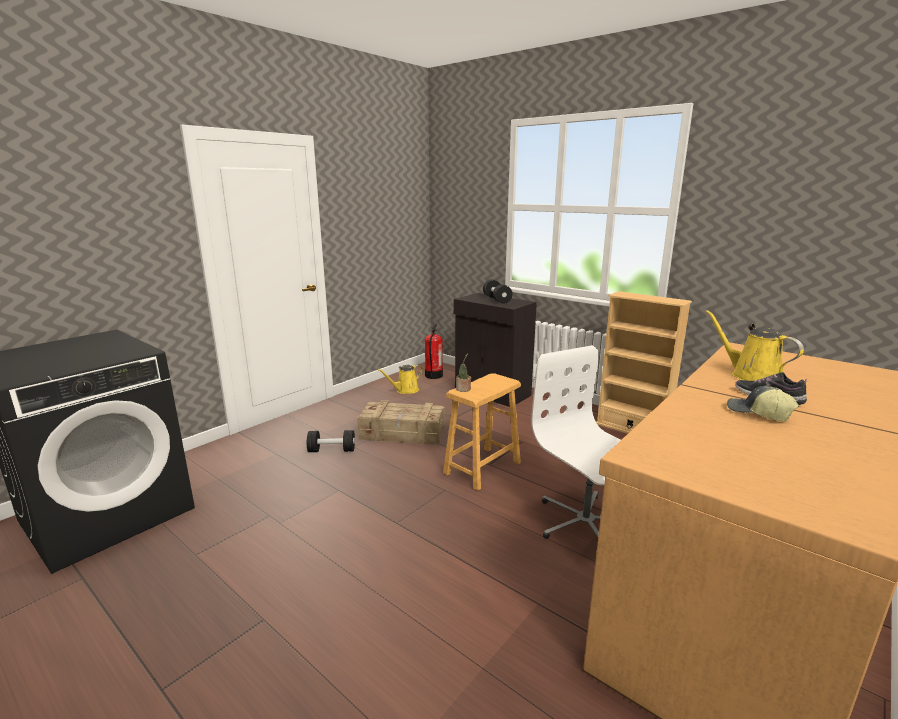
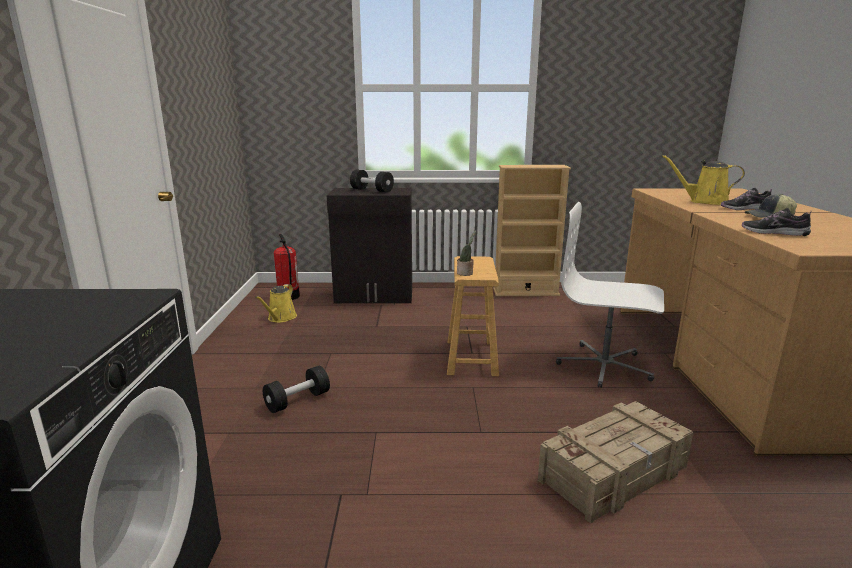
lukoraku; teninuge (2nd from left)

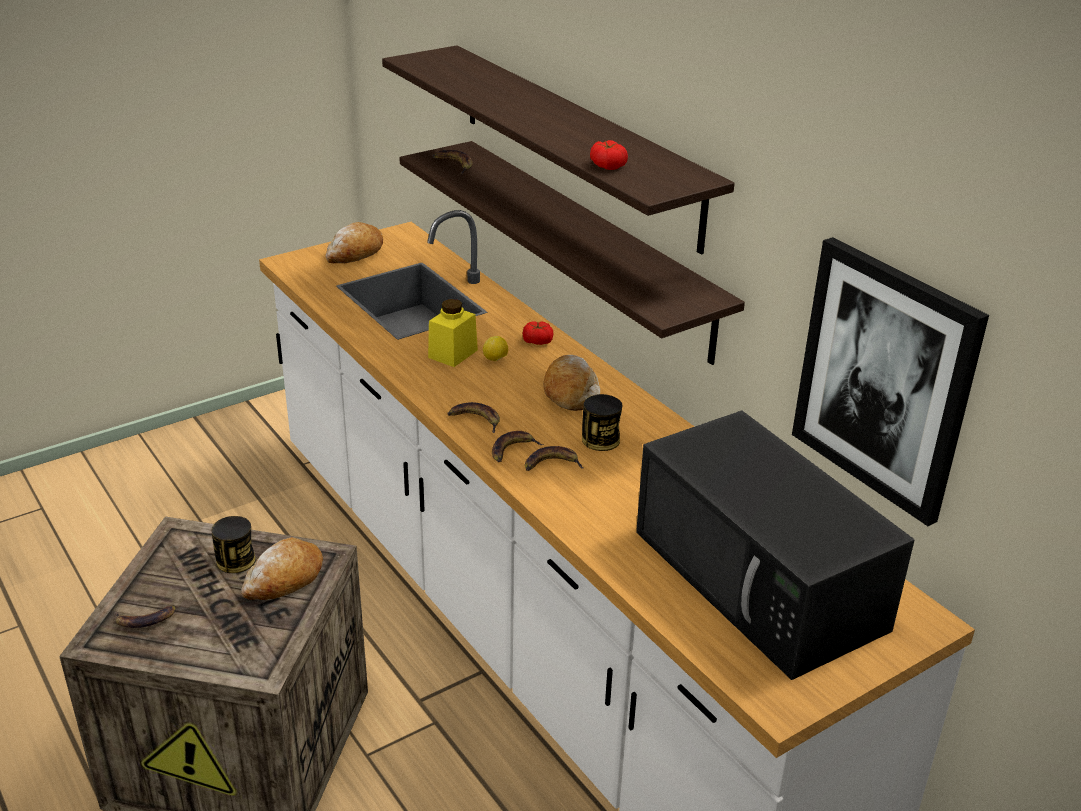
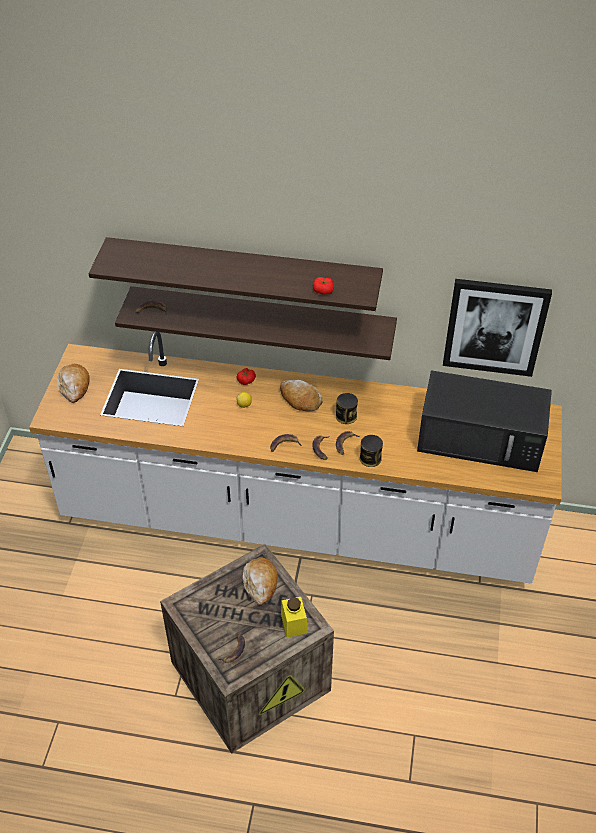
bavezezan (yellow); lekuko (2nd from left)

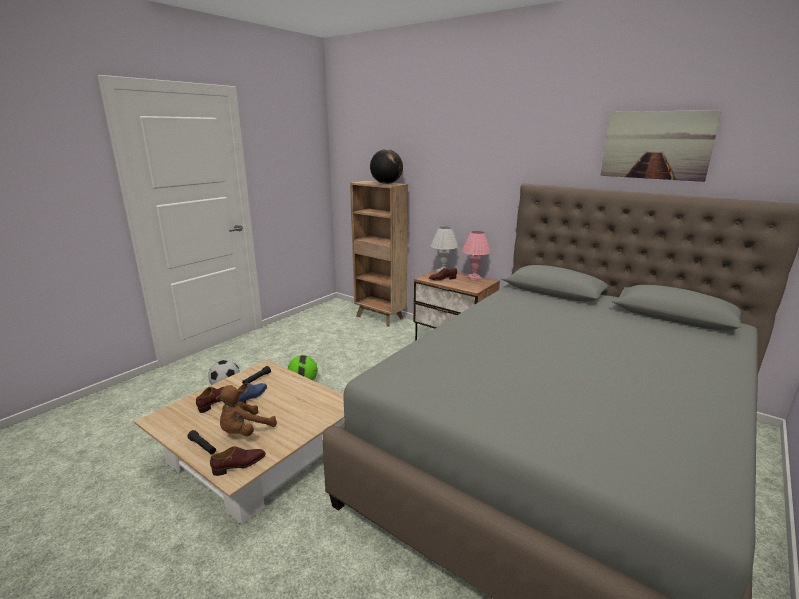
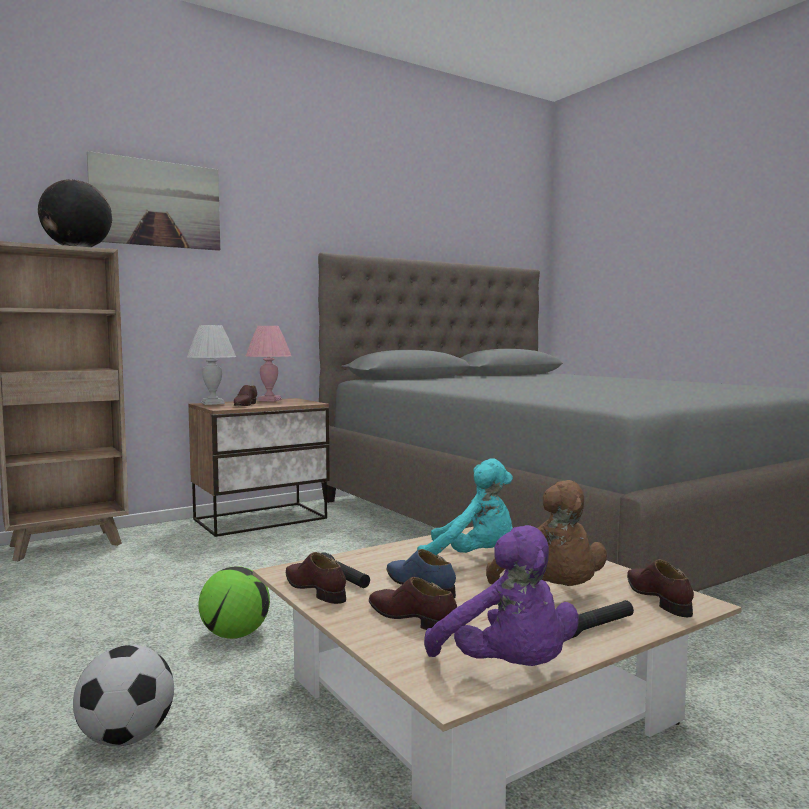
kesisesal; teninuge (brown) (2nd from left); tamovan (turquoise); tamovan (purple)

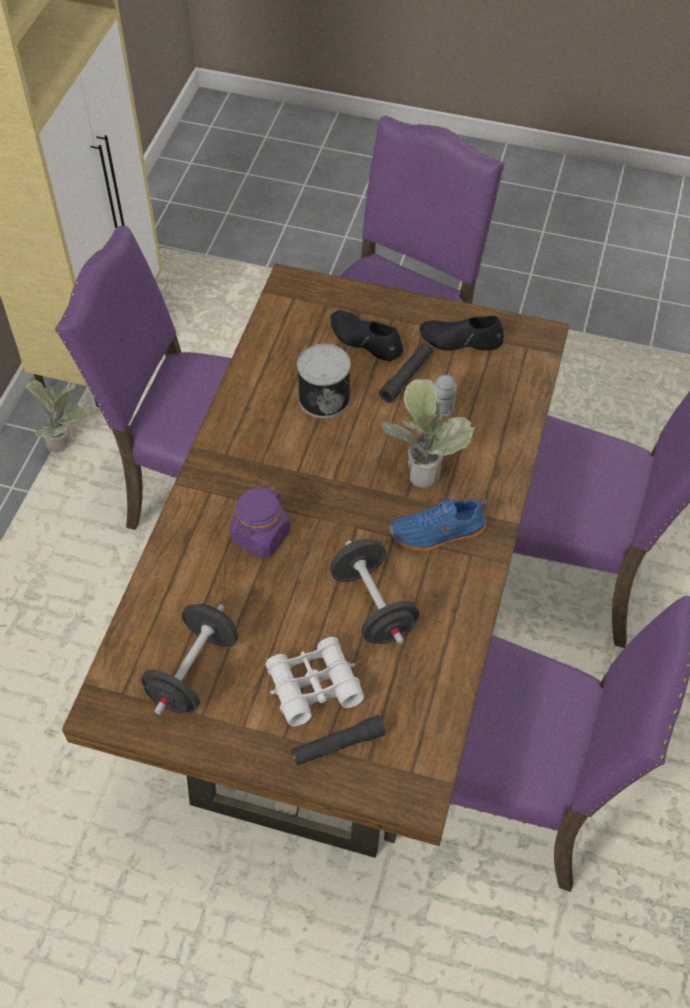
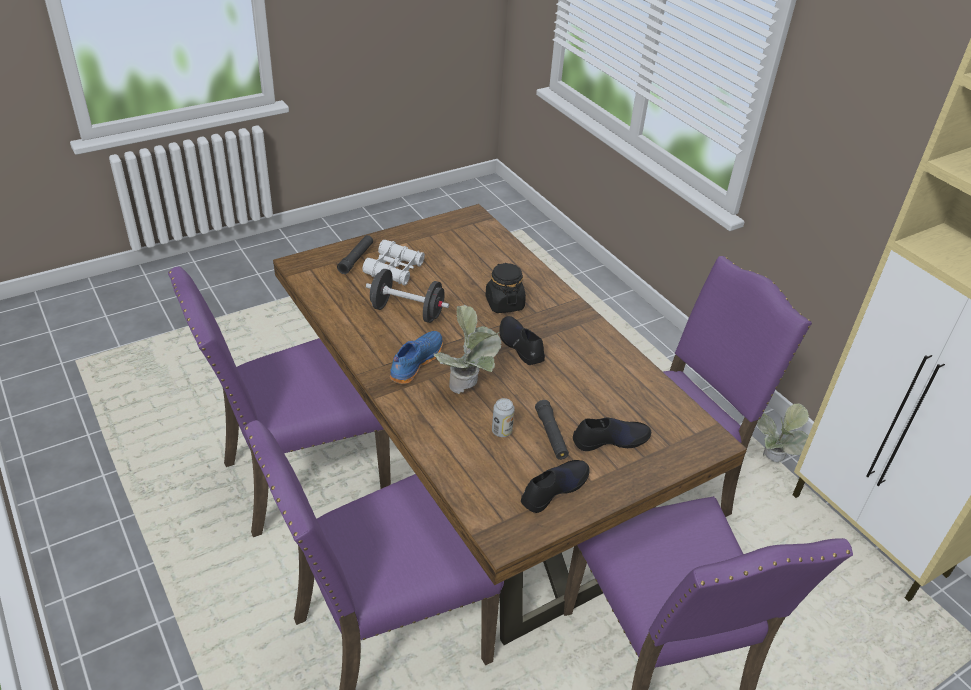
bavezezan (black); teninuge (black) (1st from left); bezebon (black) (1st from left in the first image); lekuko (1st from left in the first image)

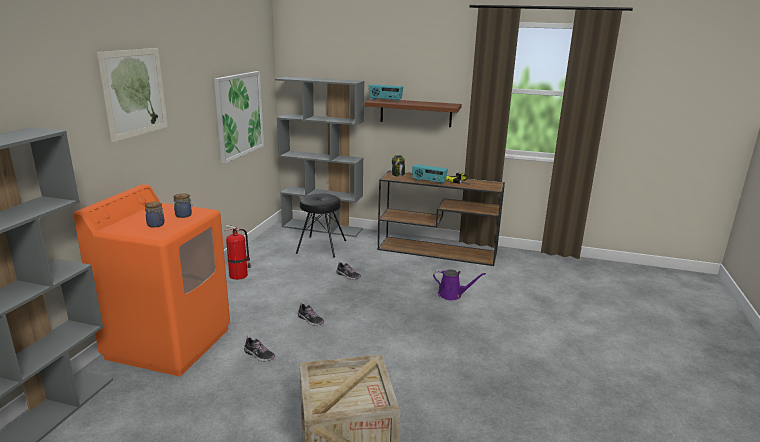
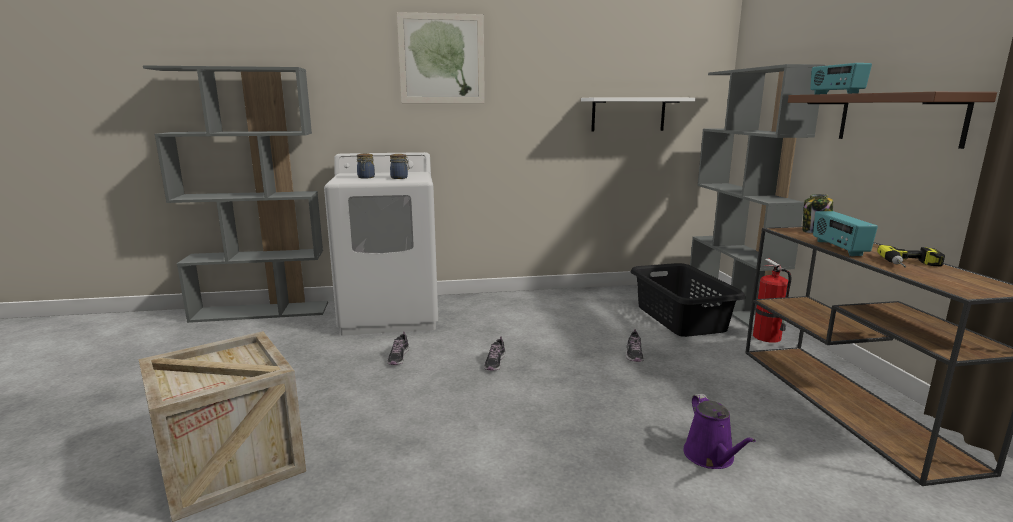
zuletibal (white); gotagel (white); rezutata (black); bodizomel

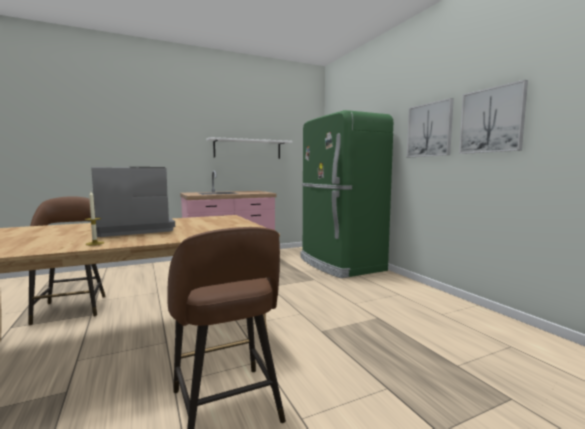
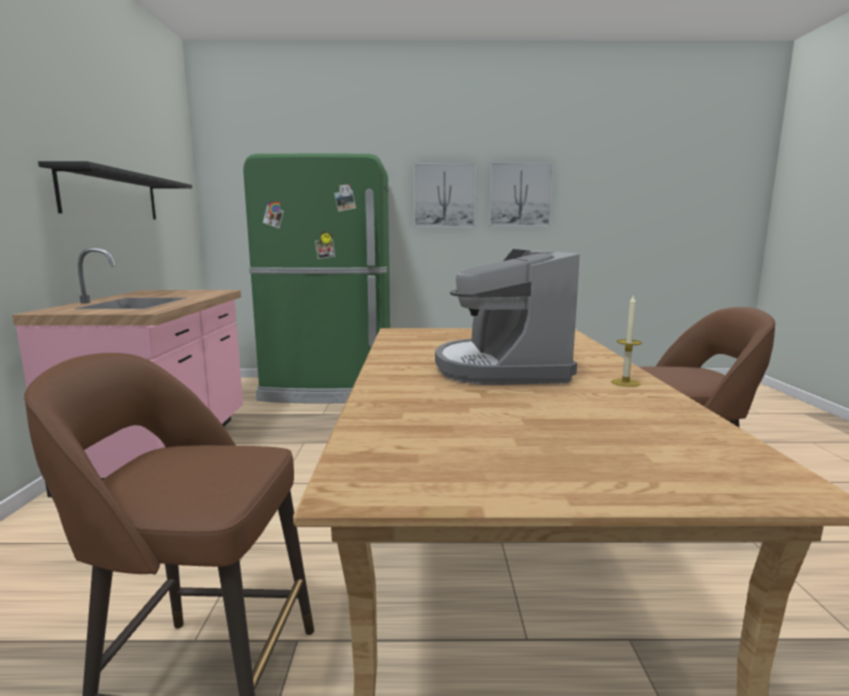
gotagel (black)

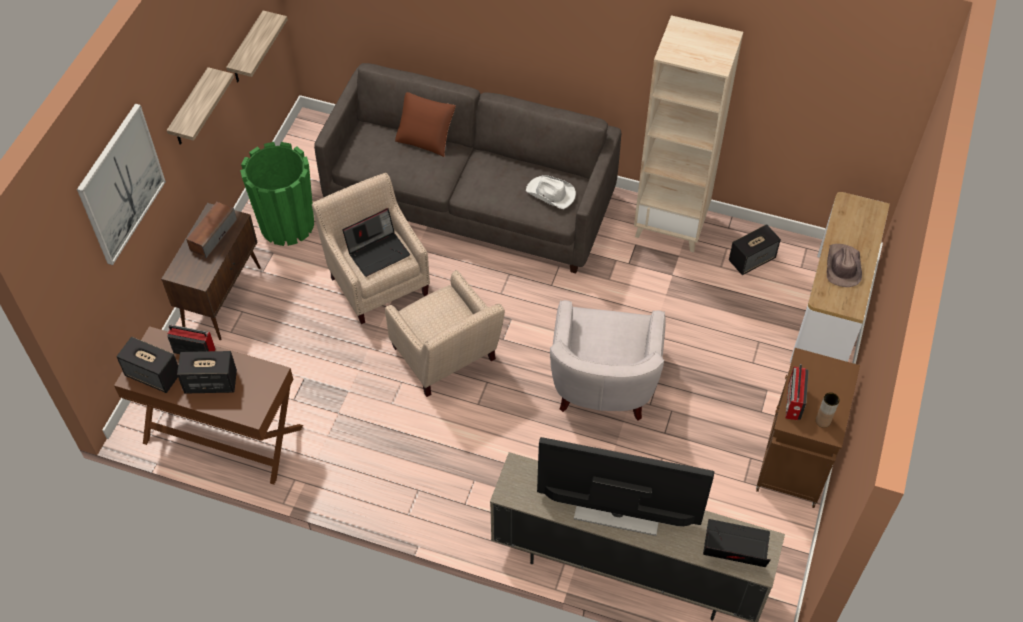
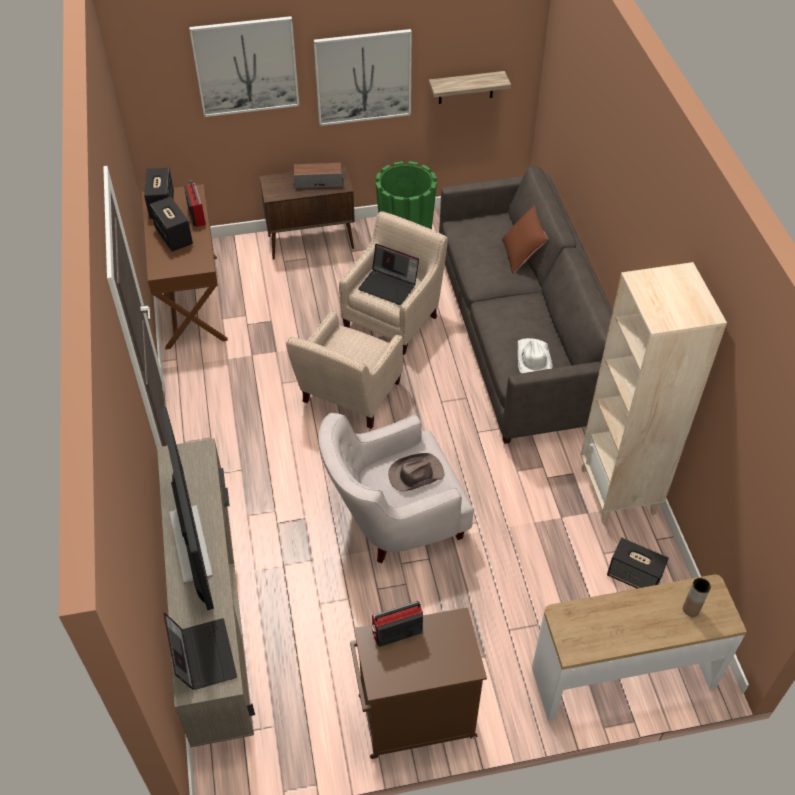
kesisesal (2nd from left); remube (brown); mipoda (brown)

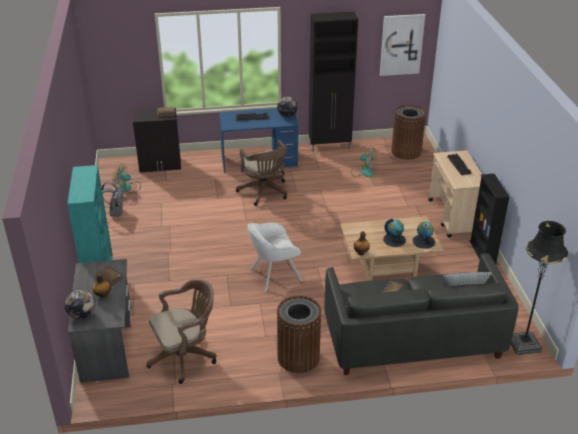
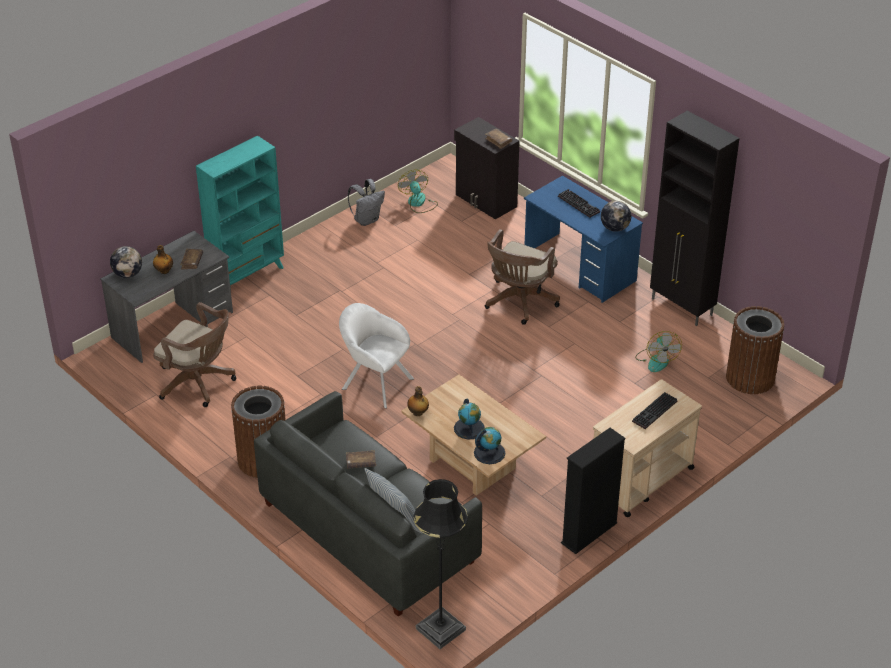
kesisesal

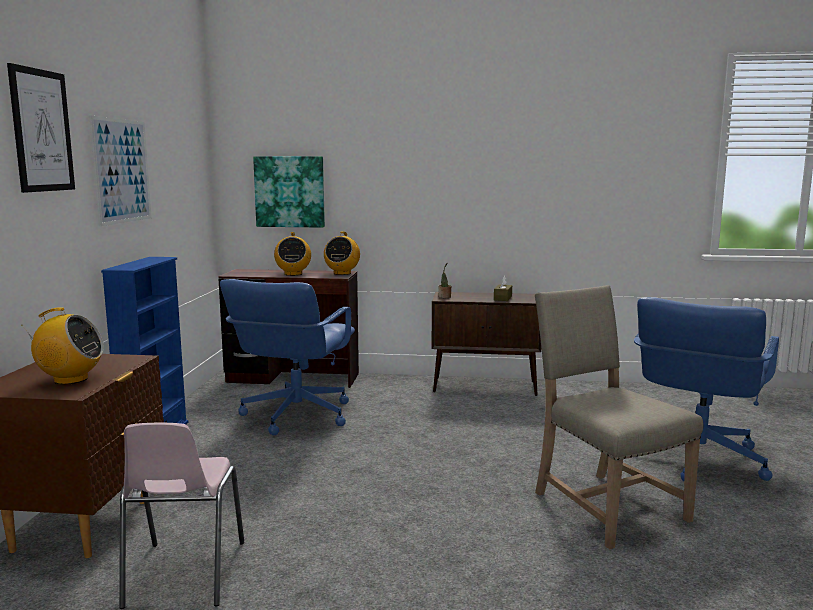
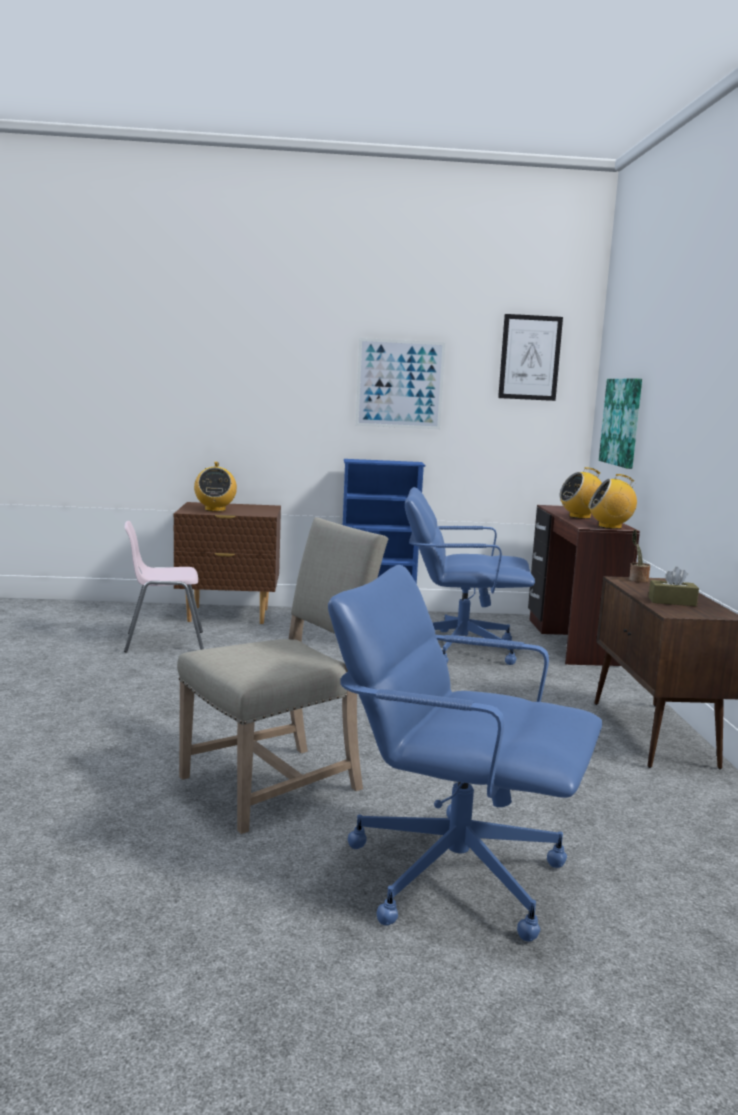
kesisesal (2nd from left)

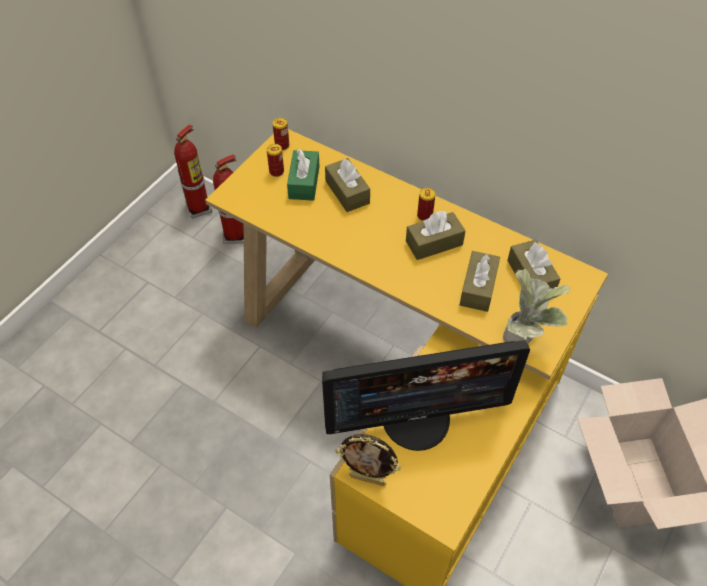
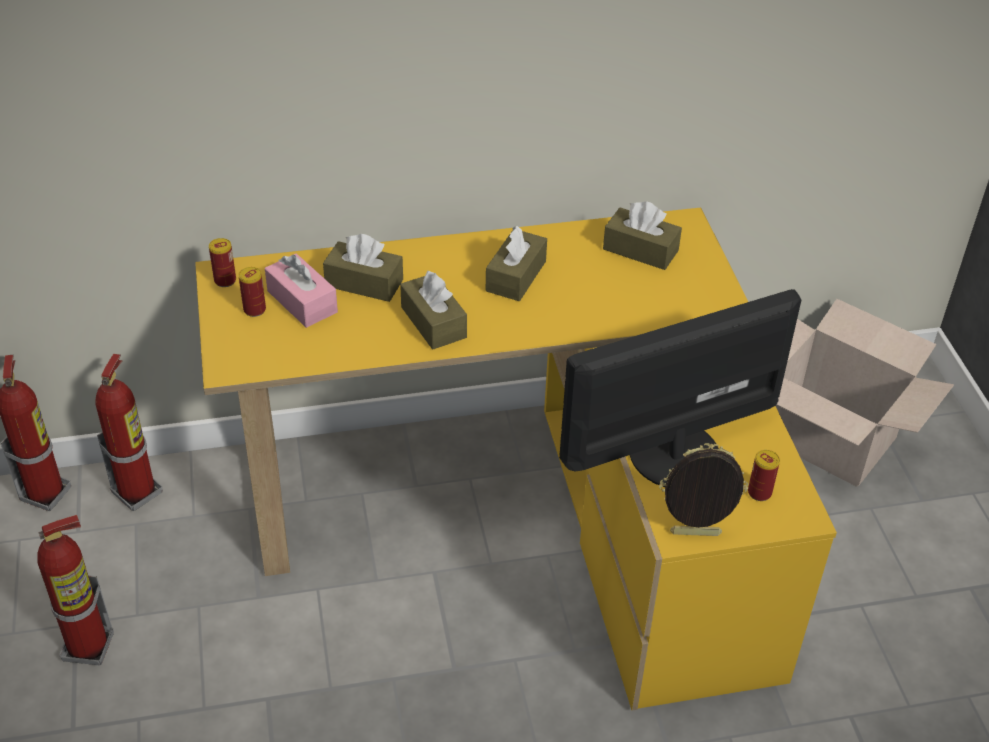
bodizomel (2nd from left); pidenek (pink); pidenek (brown) (2nd from left); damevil; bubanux; lekuko (3rd from left); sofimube

